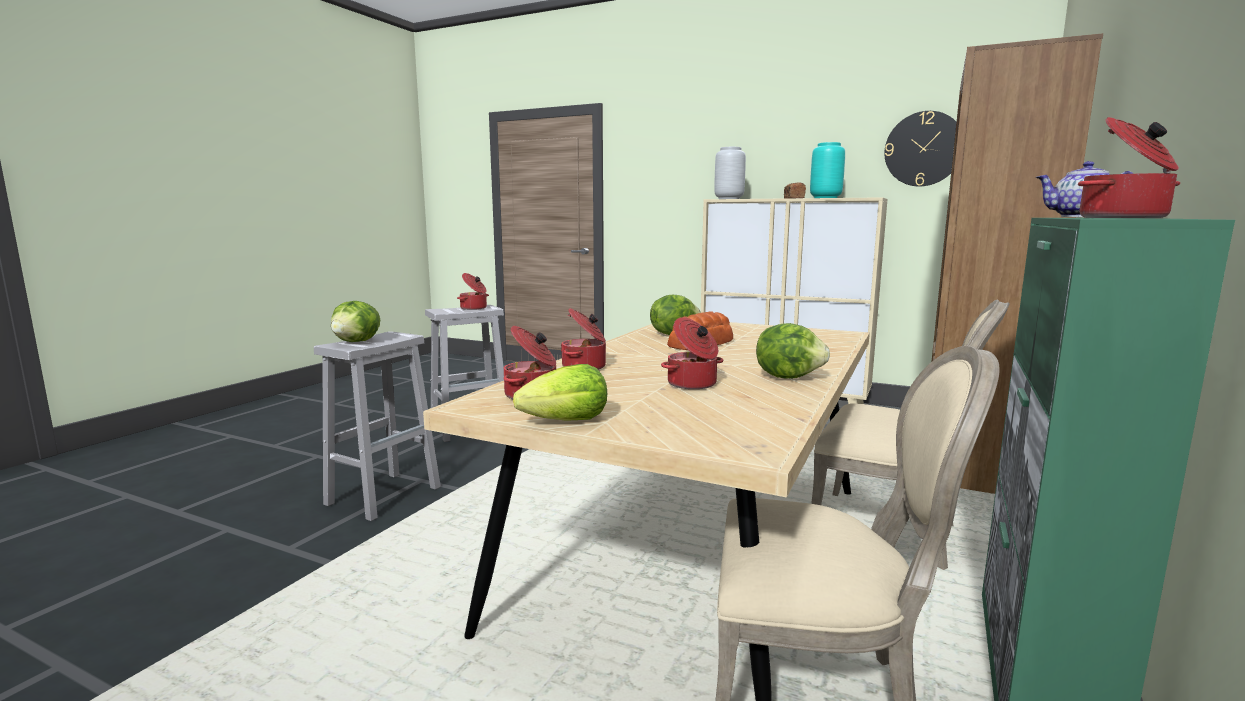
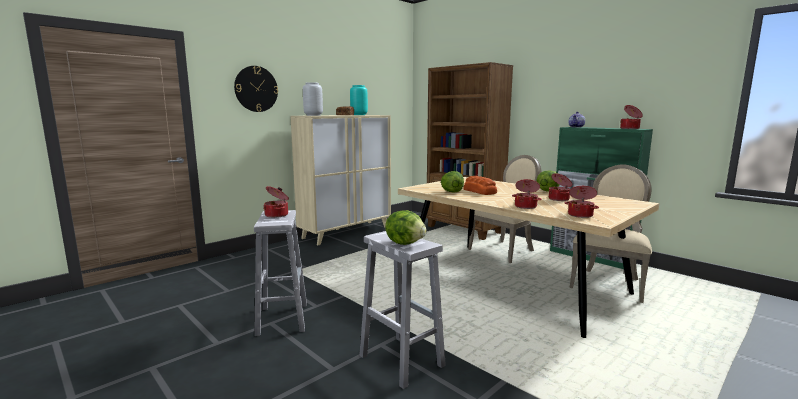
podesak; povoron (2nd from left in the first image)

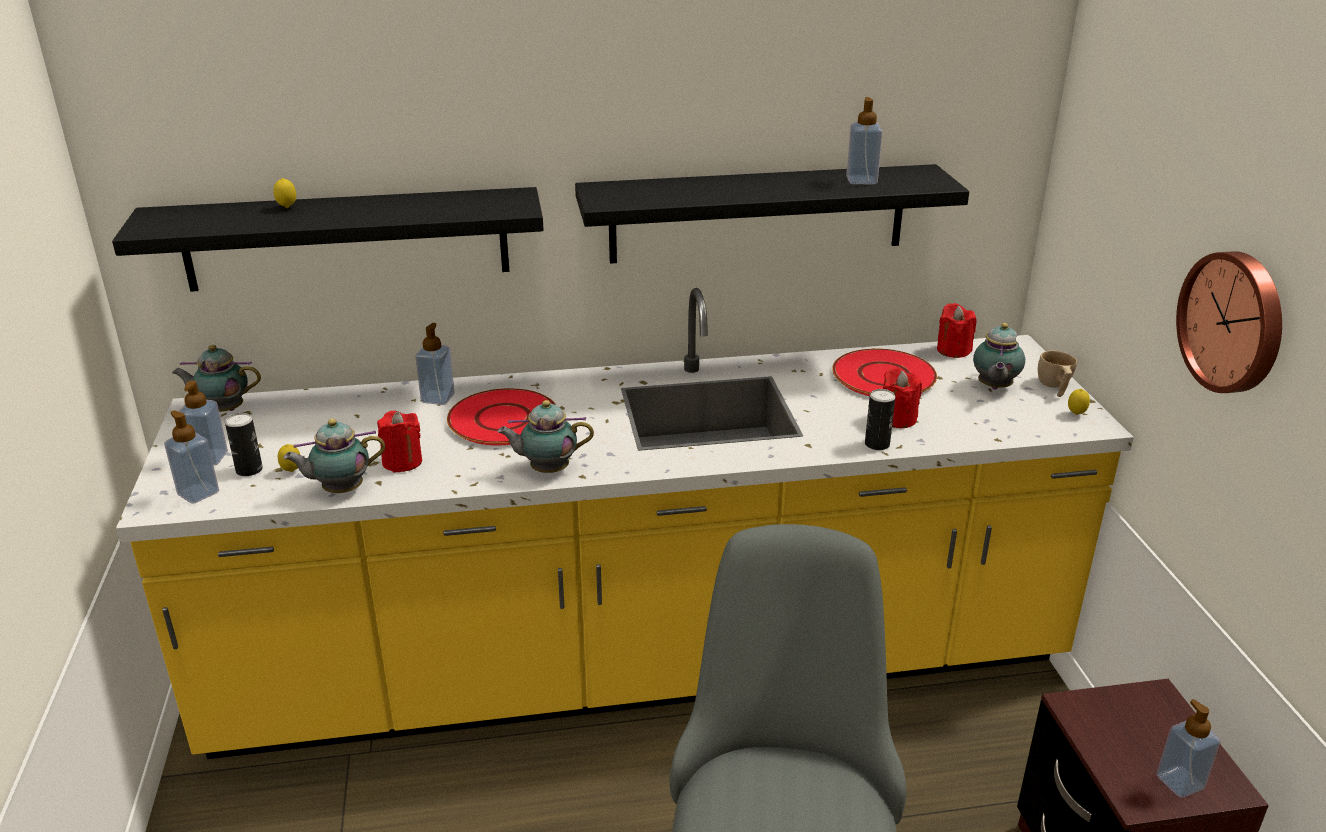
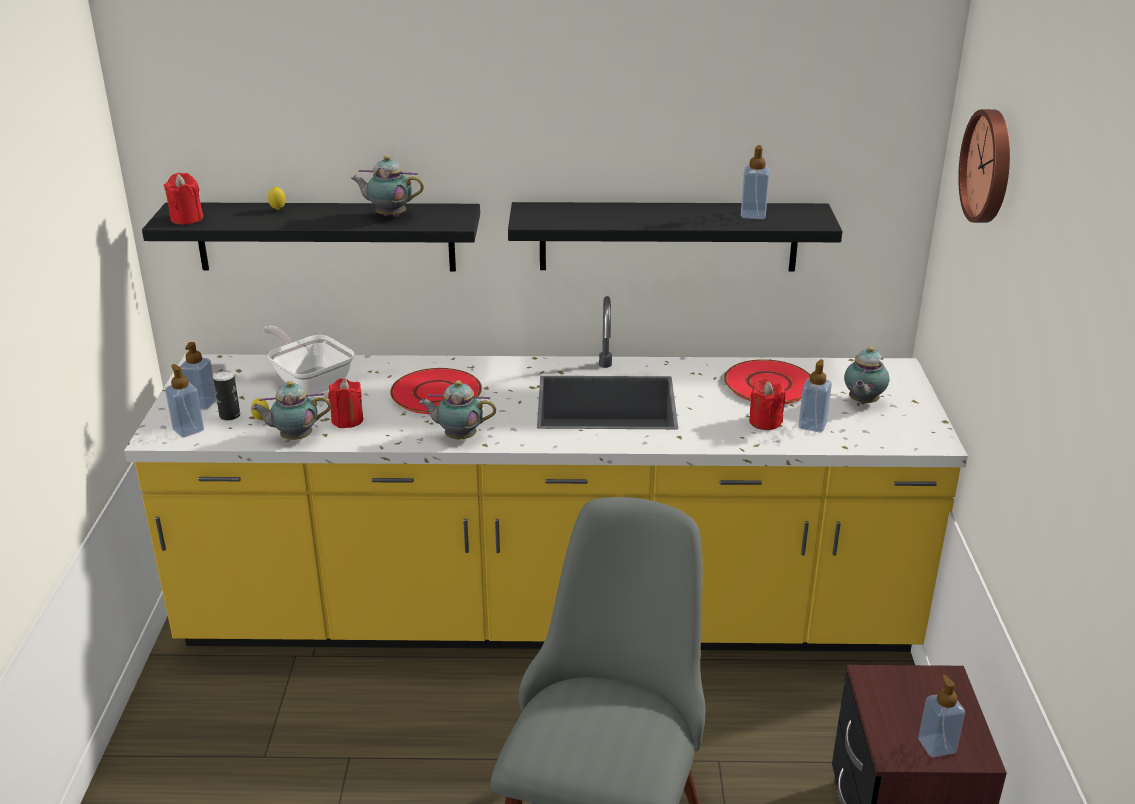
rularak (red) (1st from left); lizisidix; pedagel (2nd from left); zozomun (4th from left); podesak; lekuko (2nd from left in the first image); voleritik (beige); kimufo (3rd from left in the first image)

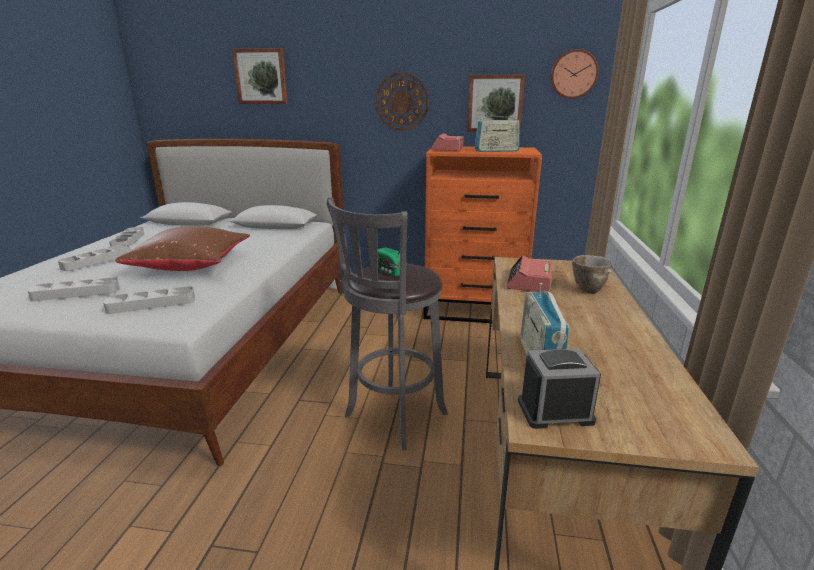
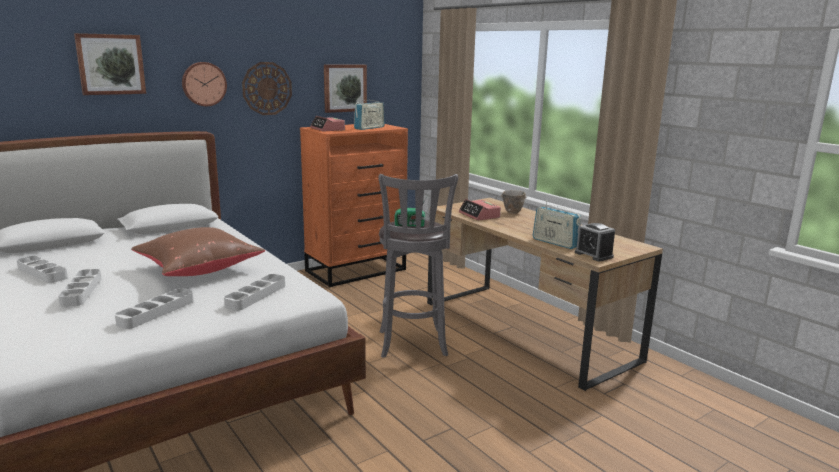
podesak (1st from left); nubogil (3rd from left)

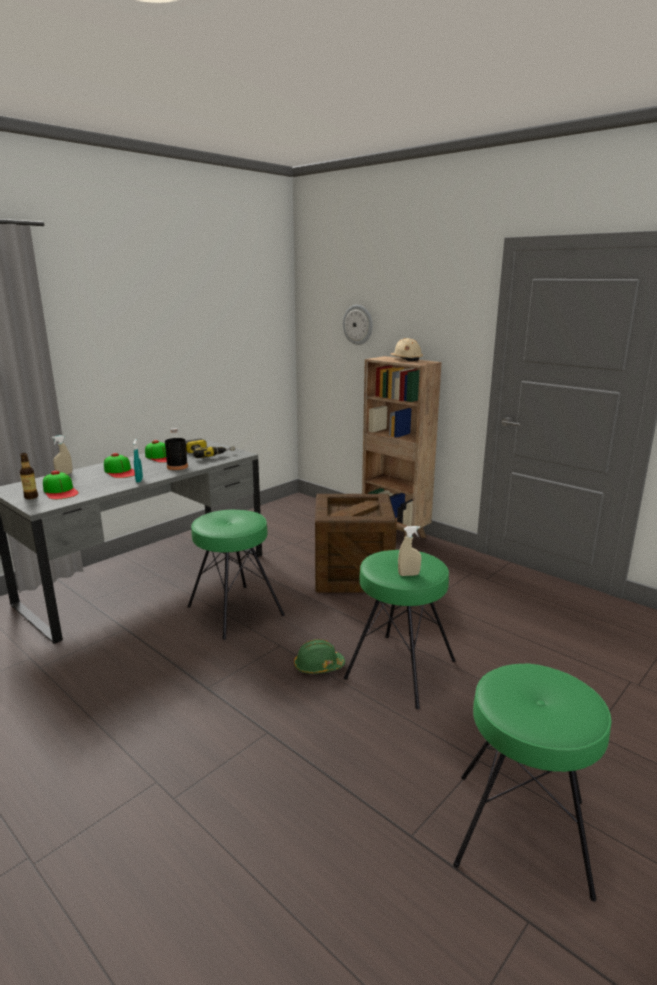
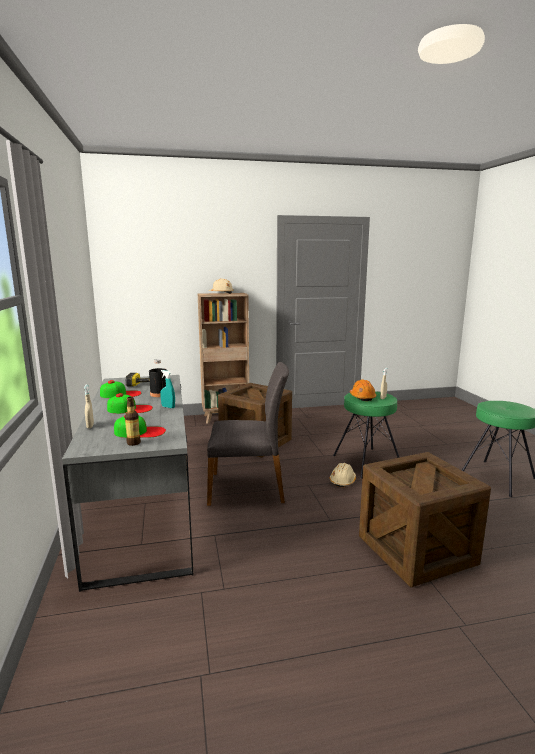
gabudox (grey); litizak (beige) (2nd from left); litizak (orange); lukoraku (2nd from left); podesak

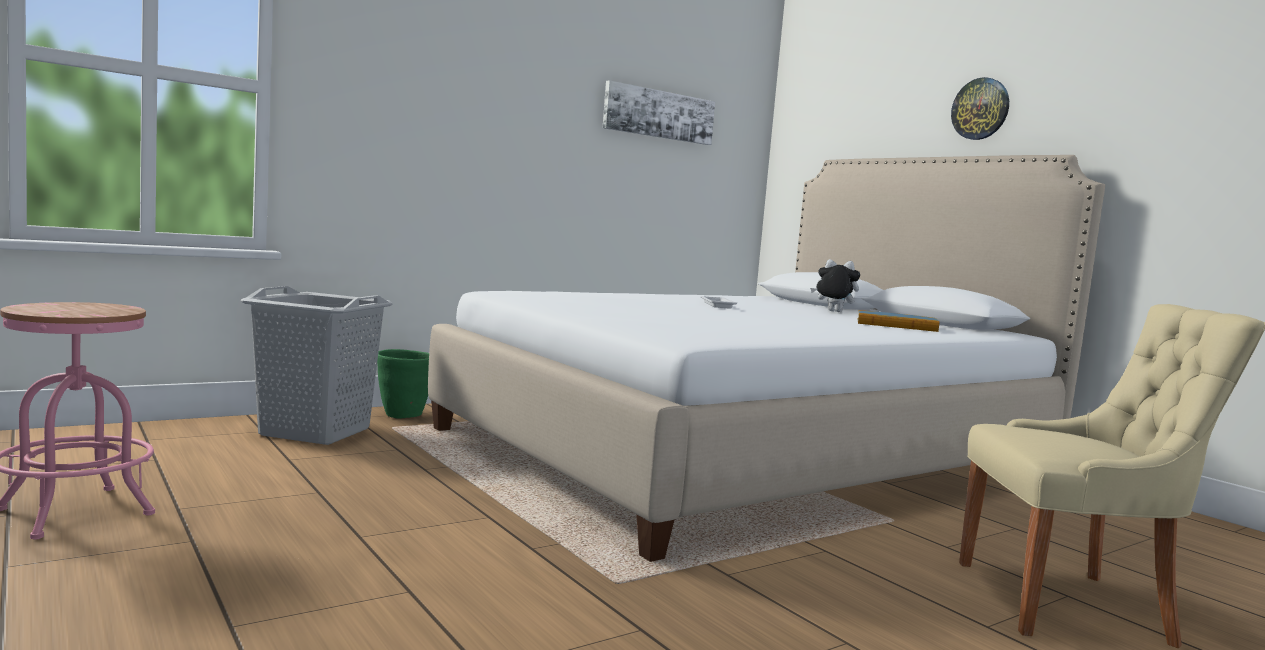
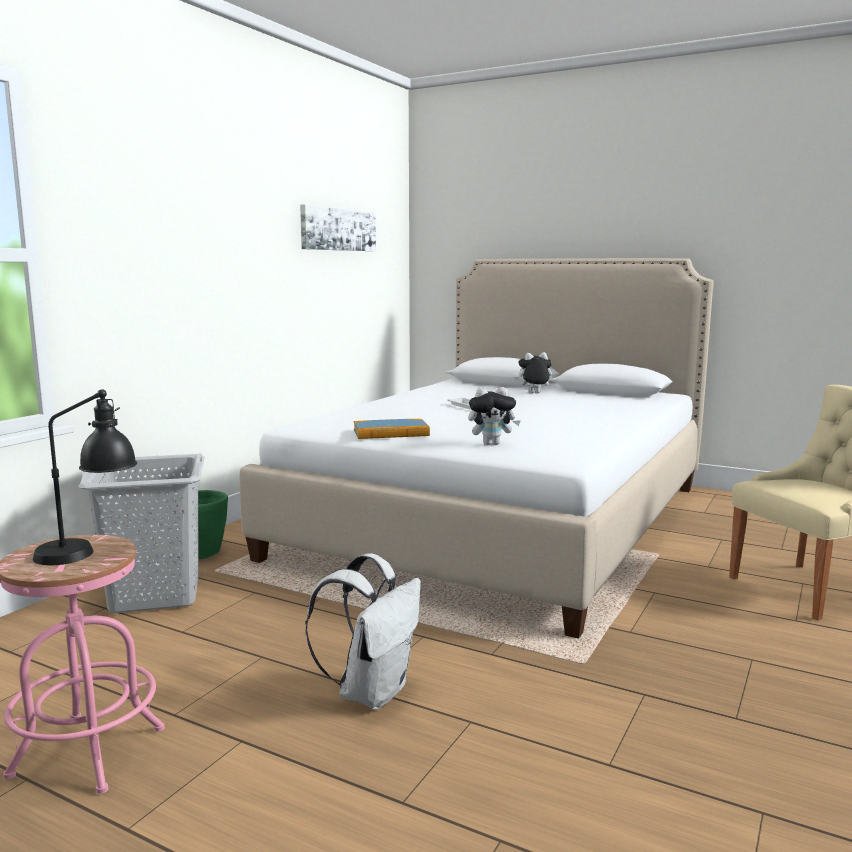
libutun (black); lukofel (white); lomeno; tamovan (1st from left); podesak

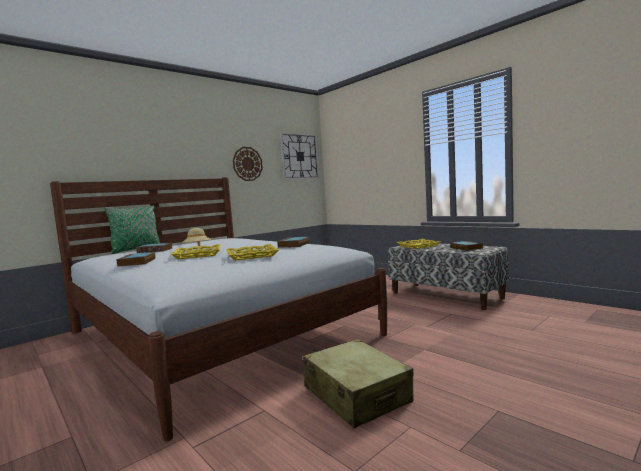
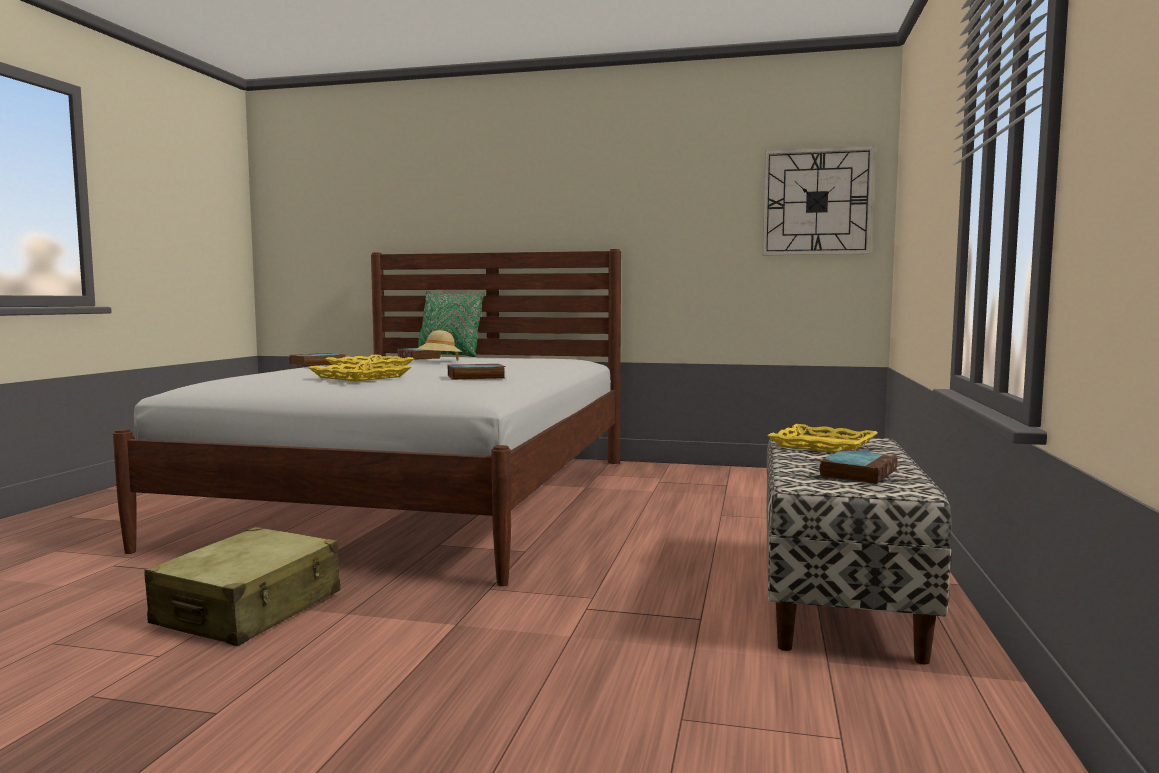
podesak (1st from left in the first image)

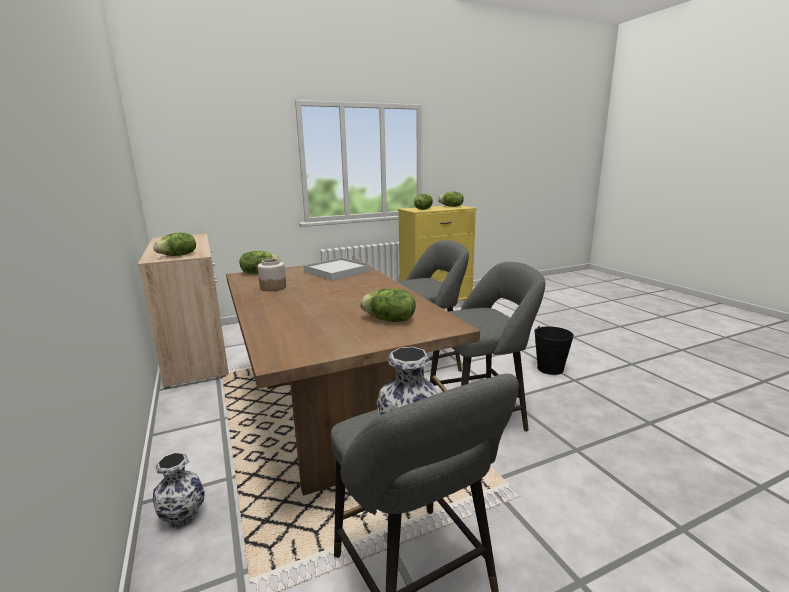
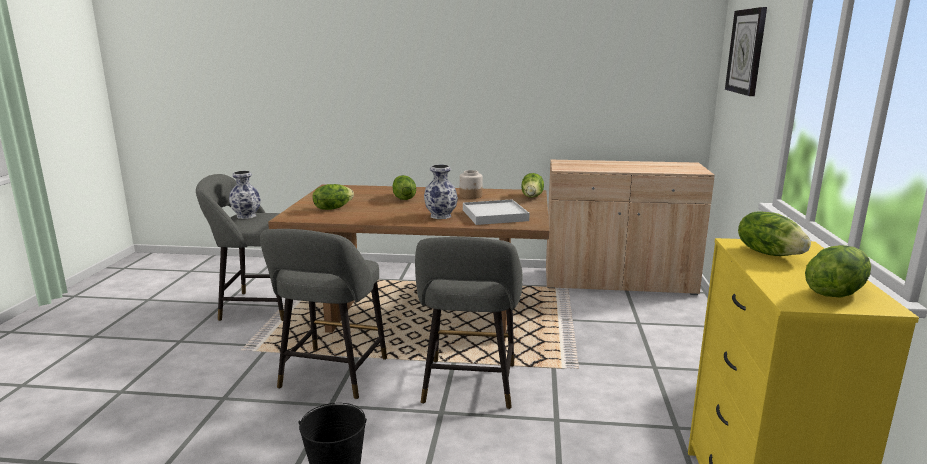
povoron (2nd from left); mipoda (2nd from left); podesak

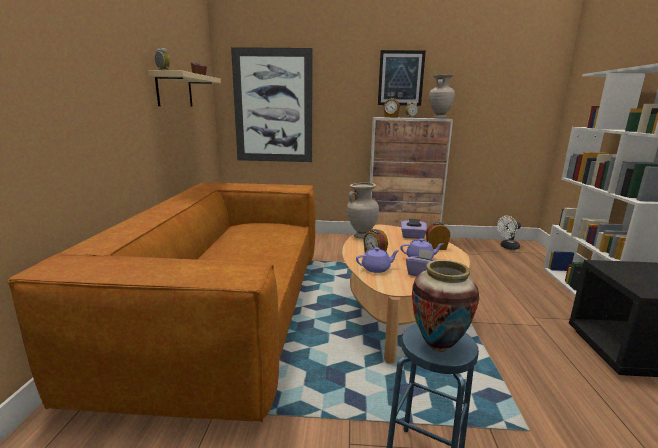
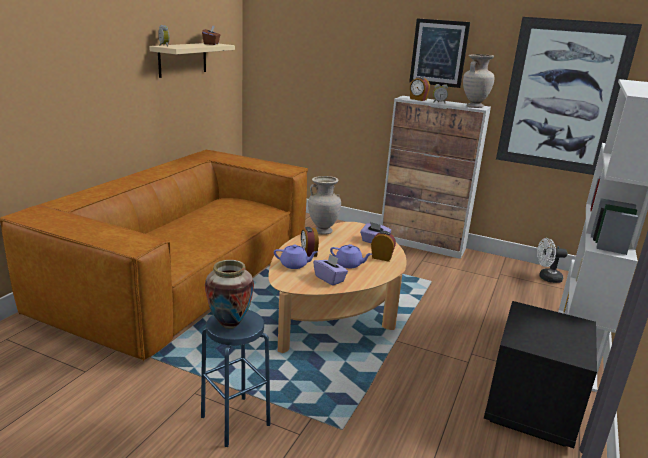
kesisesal (2nd from left)

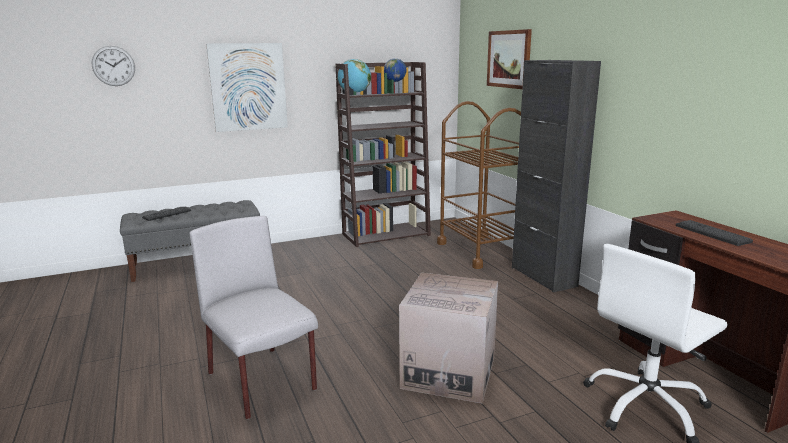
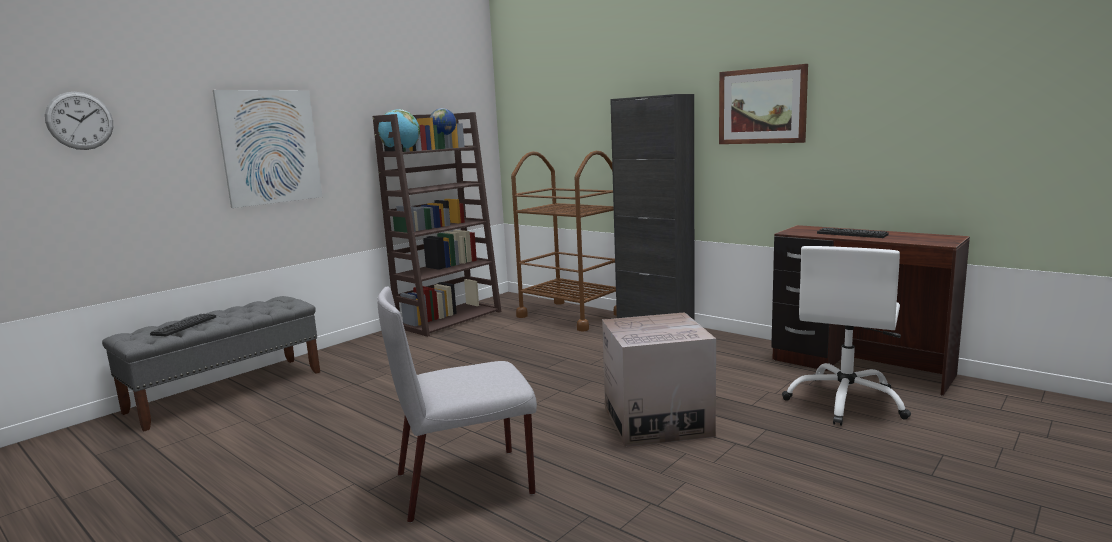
gabudox (grey); kesisesal (2nd from left)

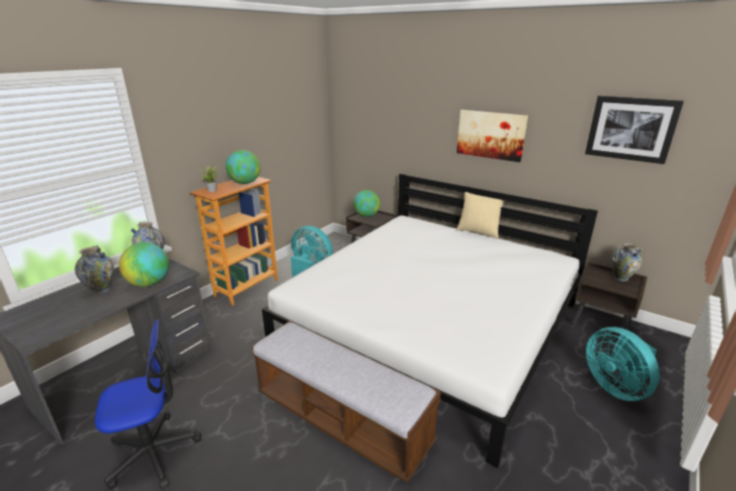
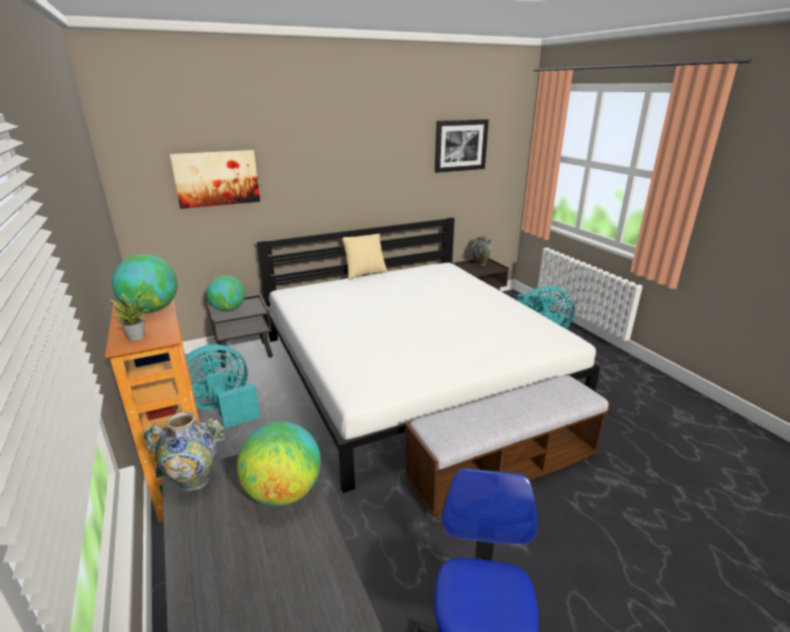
kesisesal (1st from left); mipoda (1st from left in the first image)

